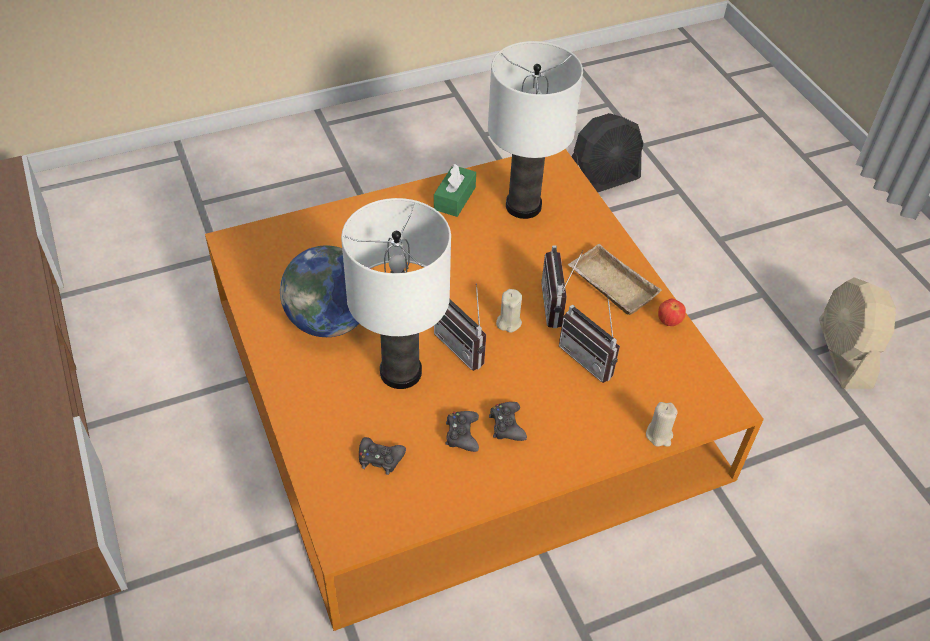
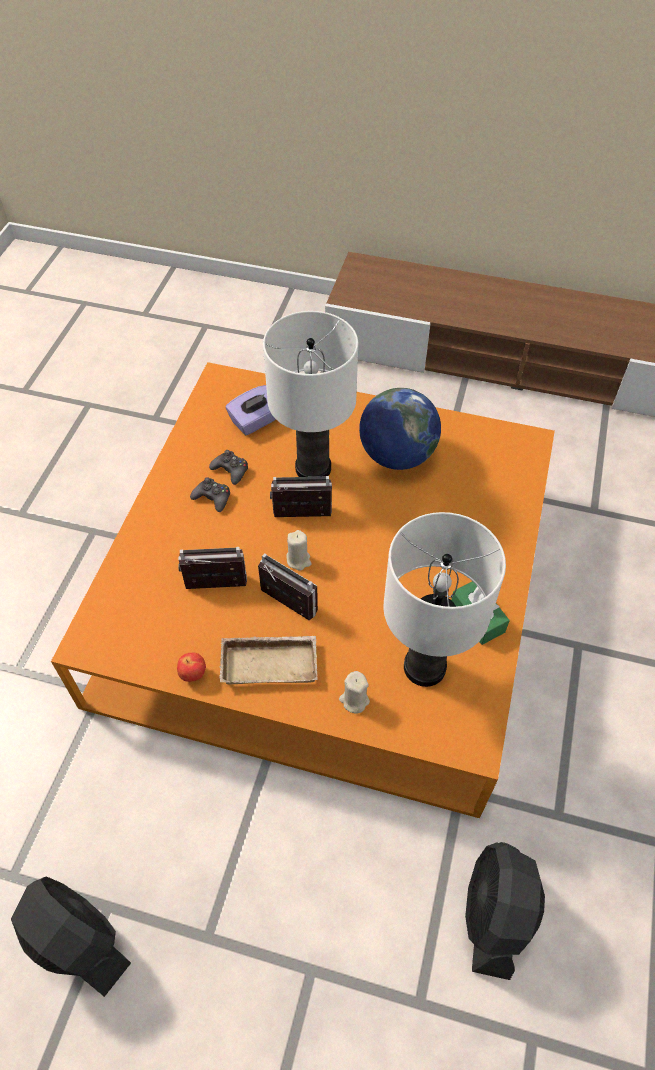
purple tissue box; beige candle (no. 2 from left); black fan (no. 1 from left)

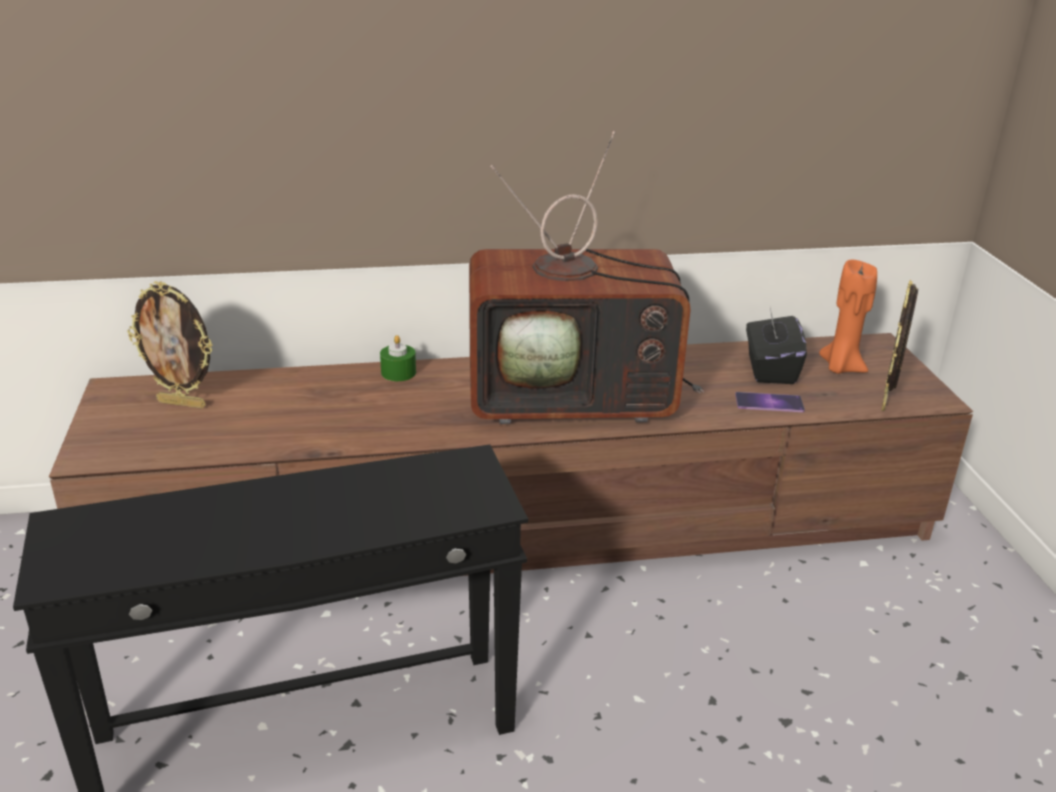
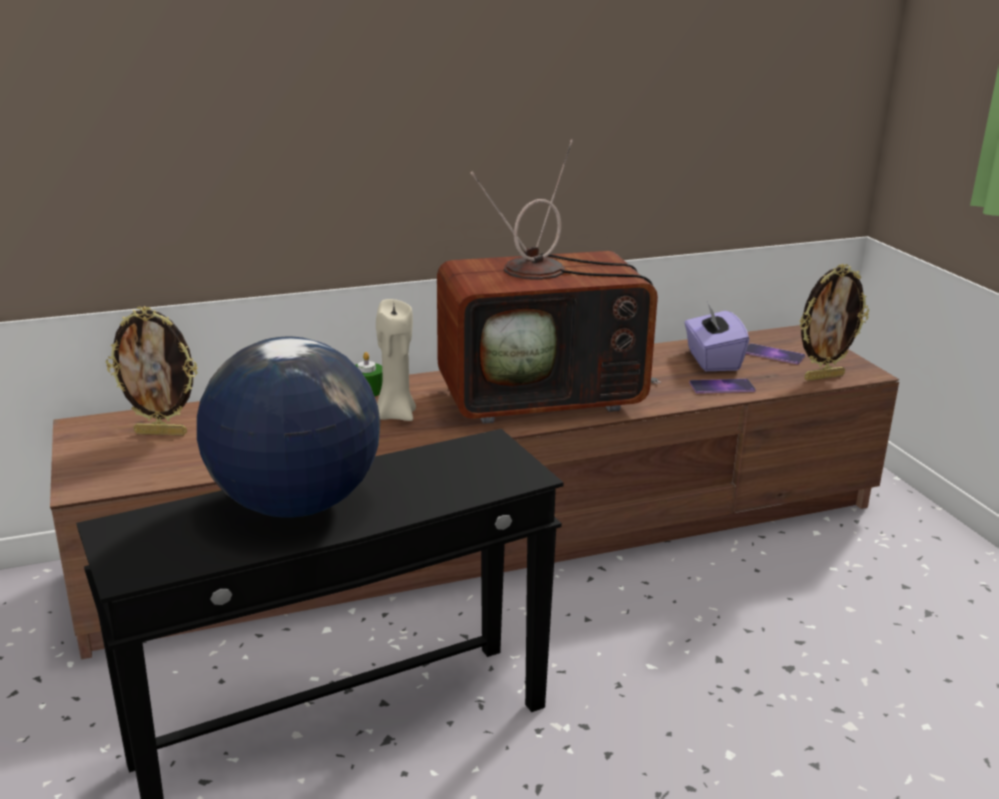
purple tissue box; phone (no. 2 from left); picture frame (no. 2 from left); globe; beige candle

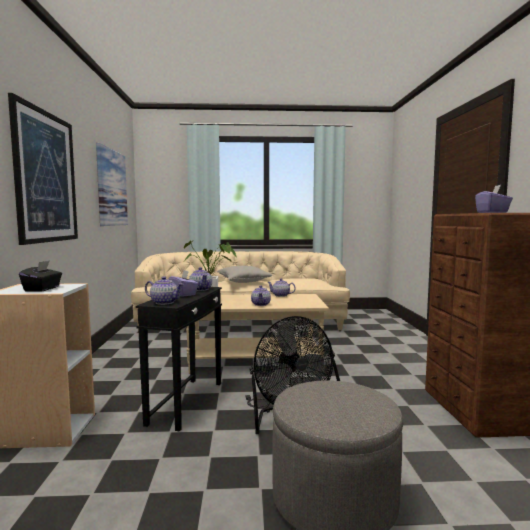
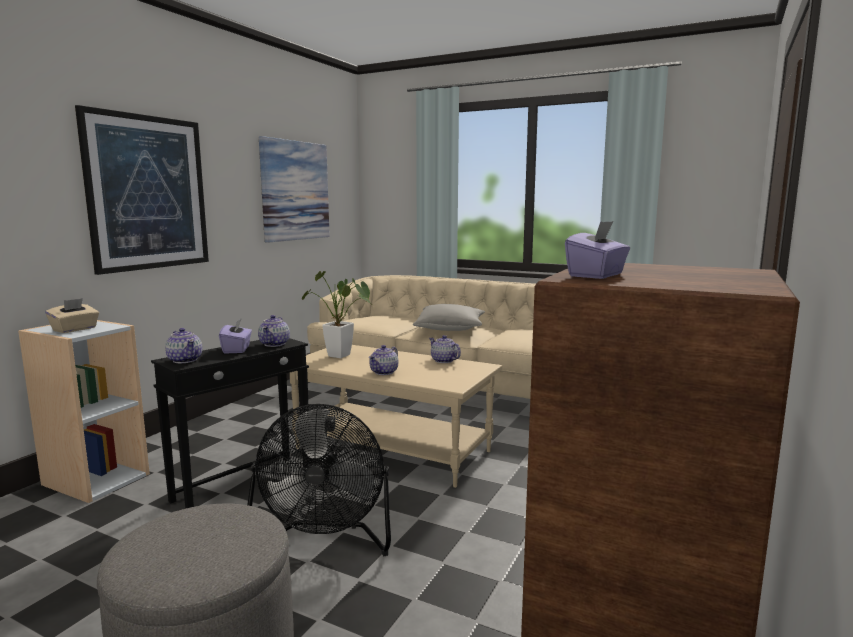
beige tissue box

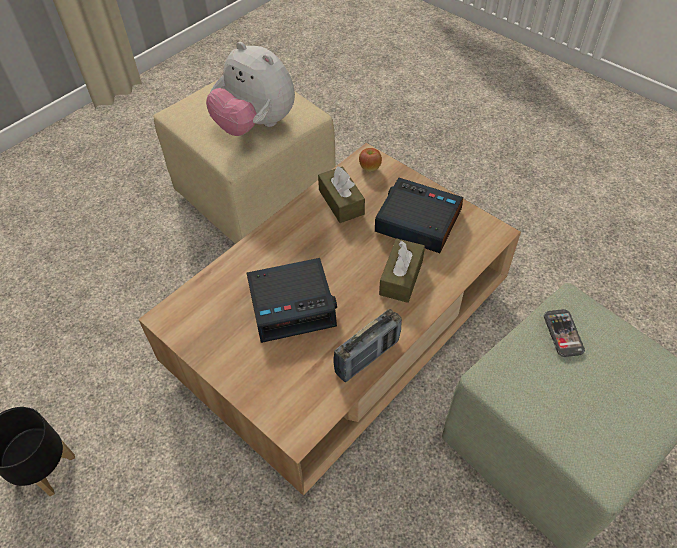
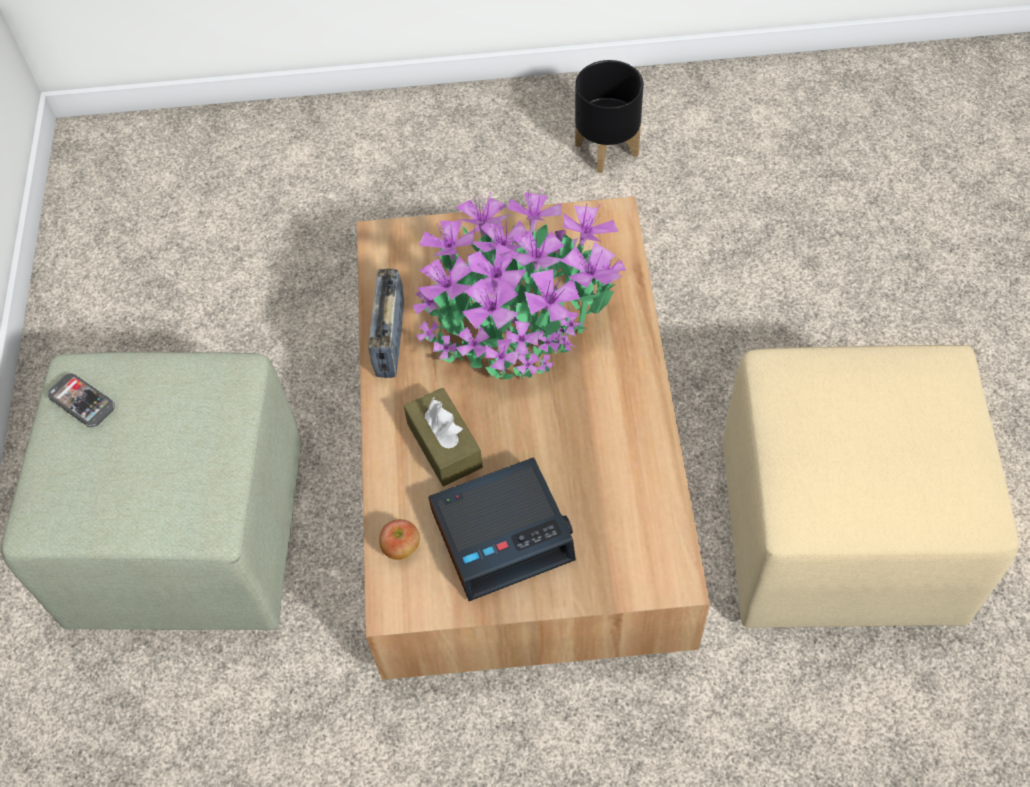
plush toy; potted plant; brown tissue box (no. 1 from left in the first image); apple; phone

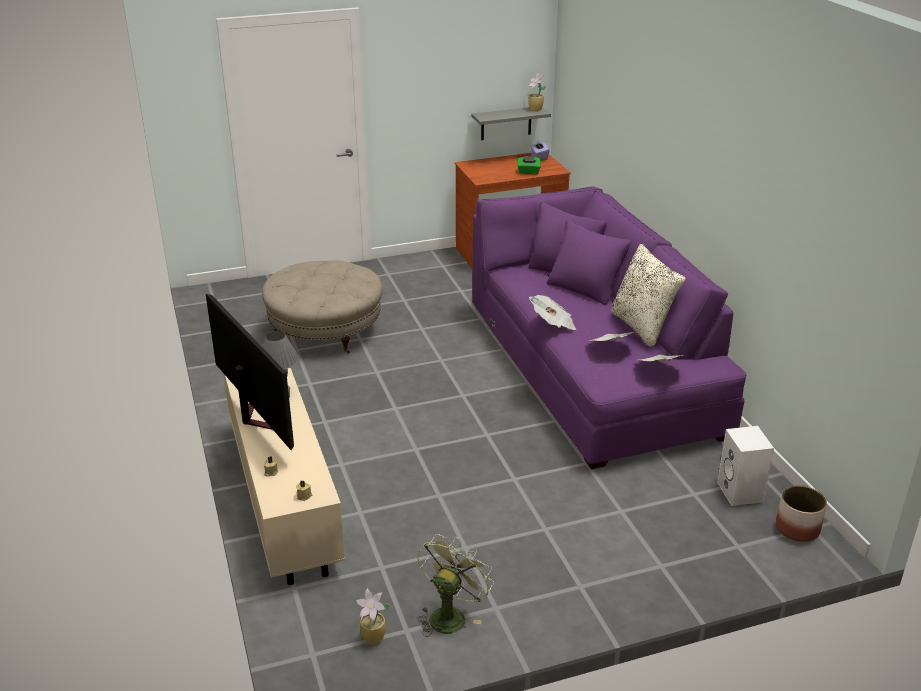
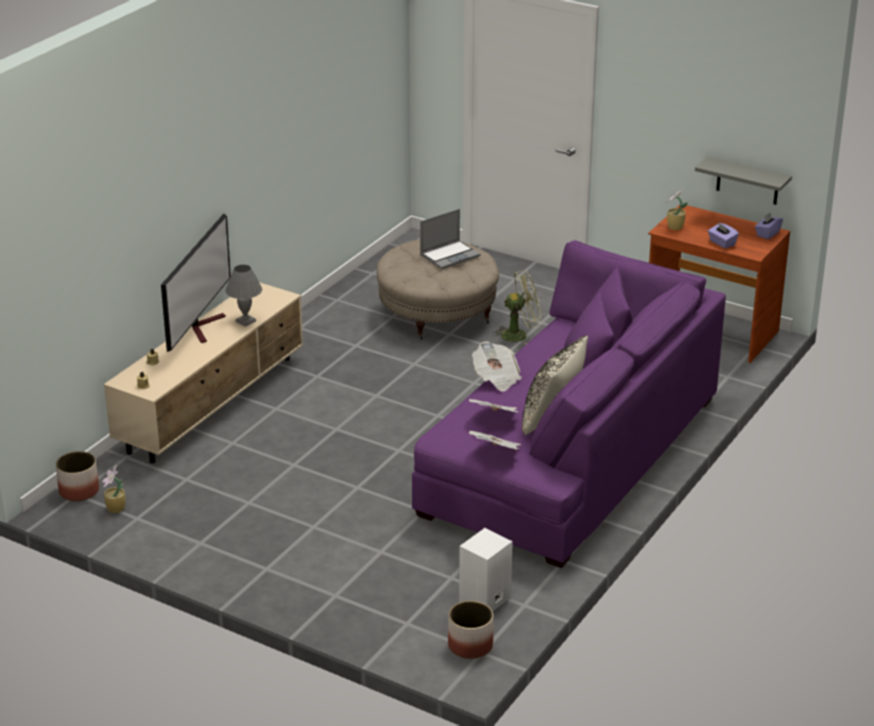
green fan; purple tissue box (no. 1 from left); potted plant (no. 2 from left); planter (no. 1 from left); laptop

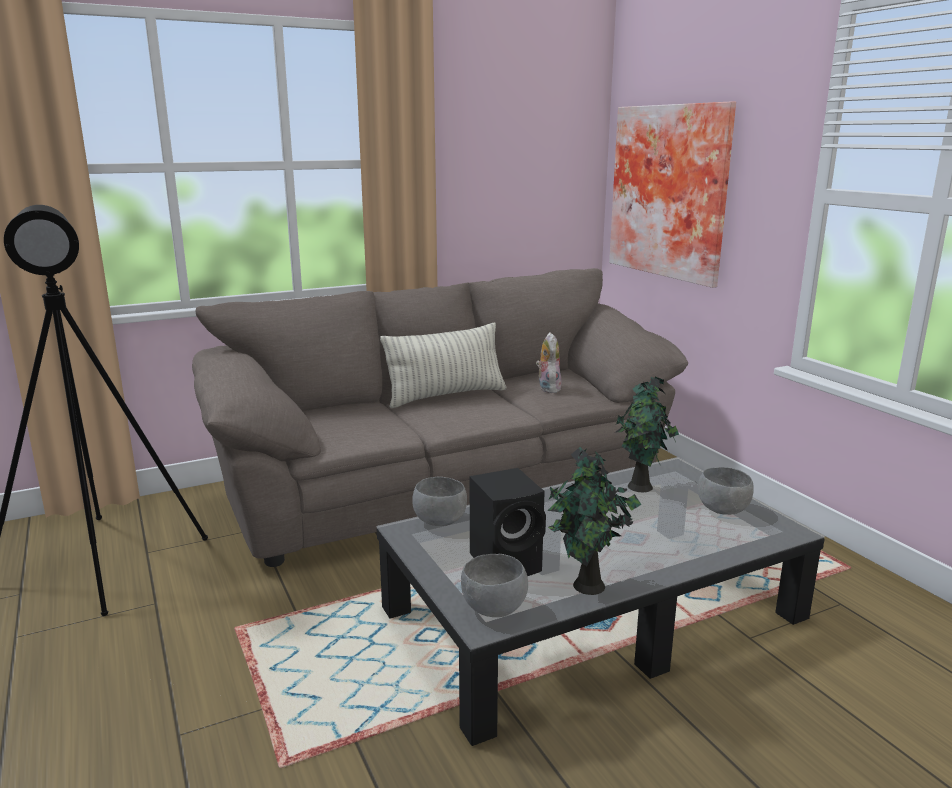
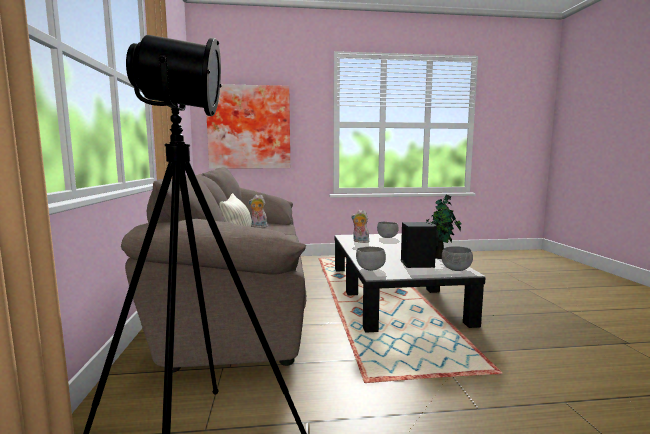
plush toy (no. 2 from left)

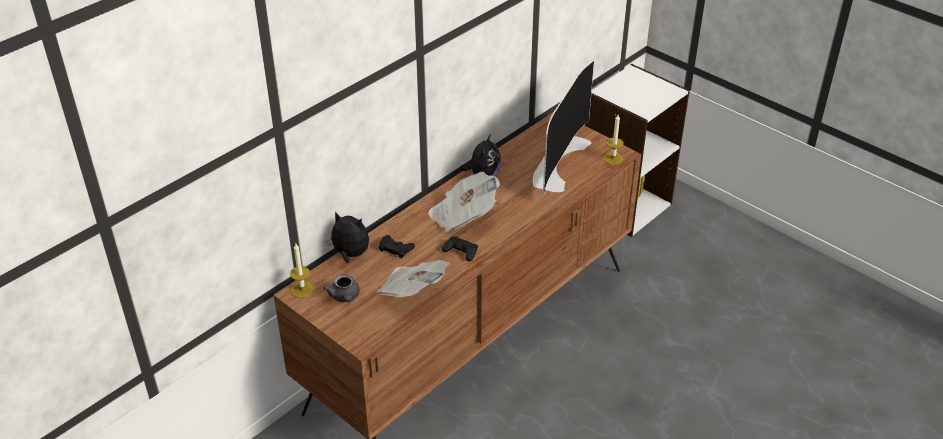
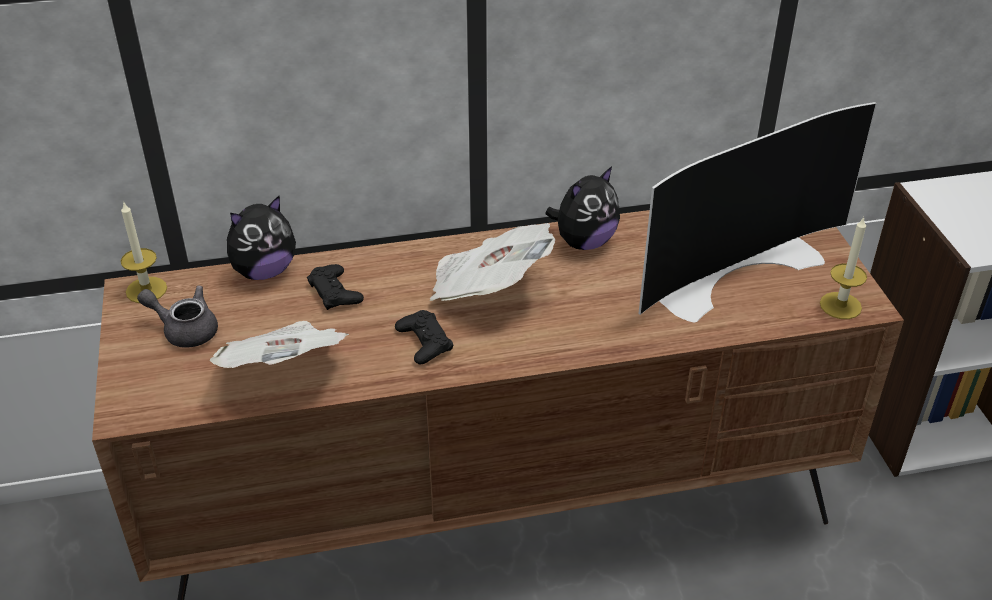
grey teapot; plush toy (no. 1 from left)

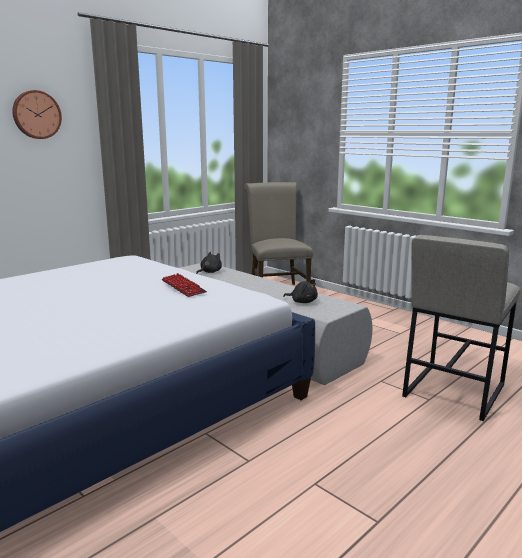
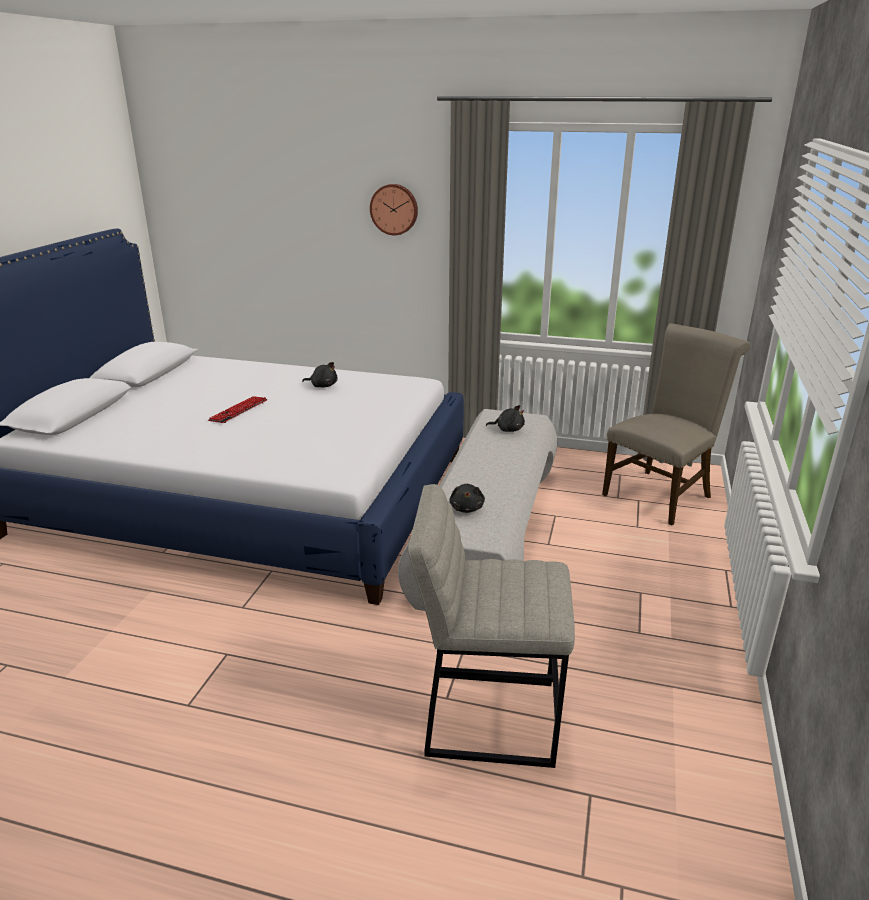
keyboard; black plush toy (no. 1 from left)

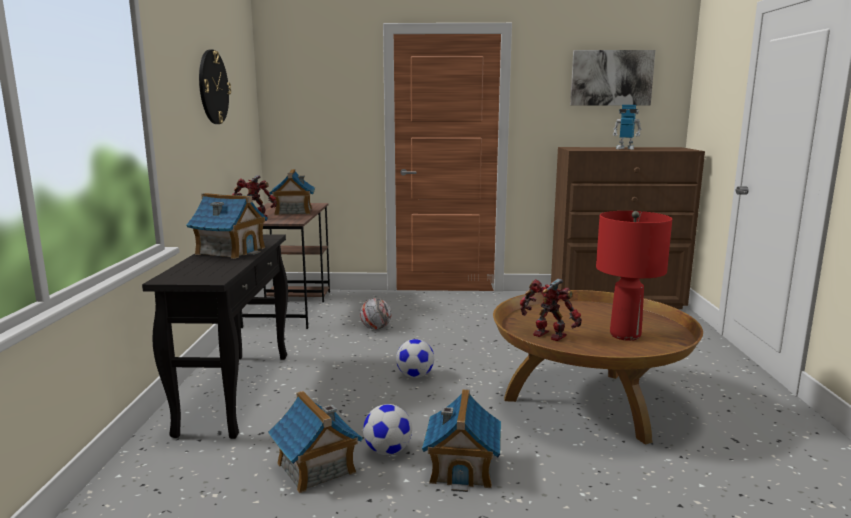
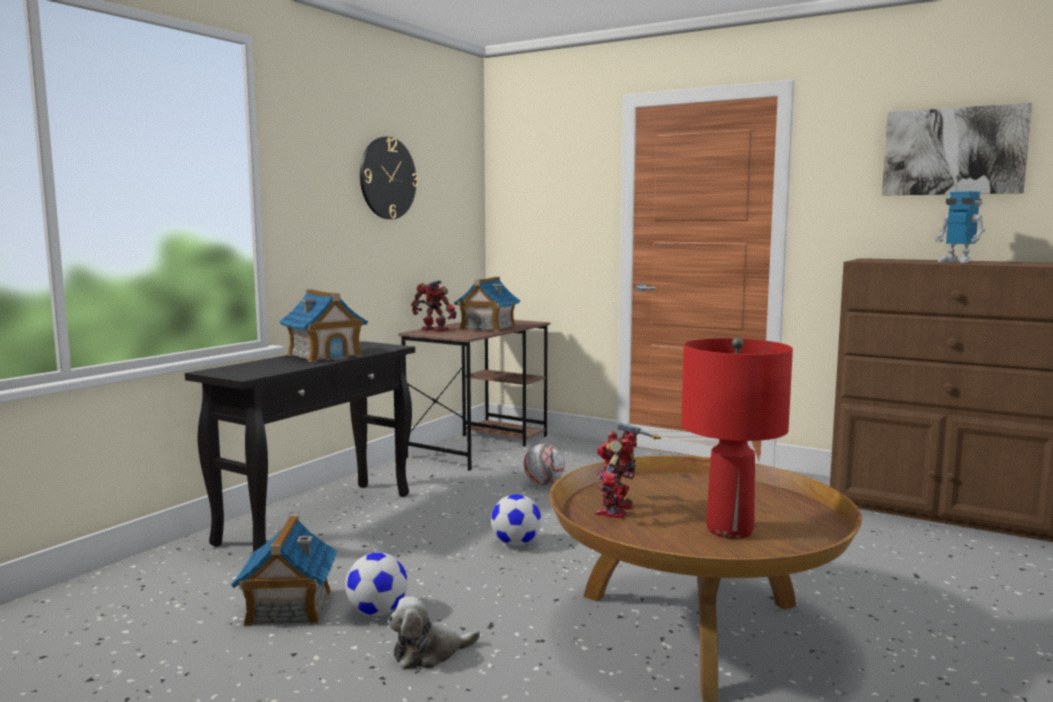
plush toy; toy robot (no. 2 from left)

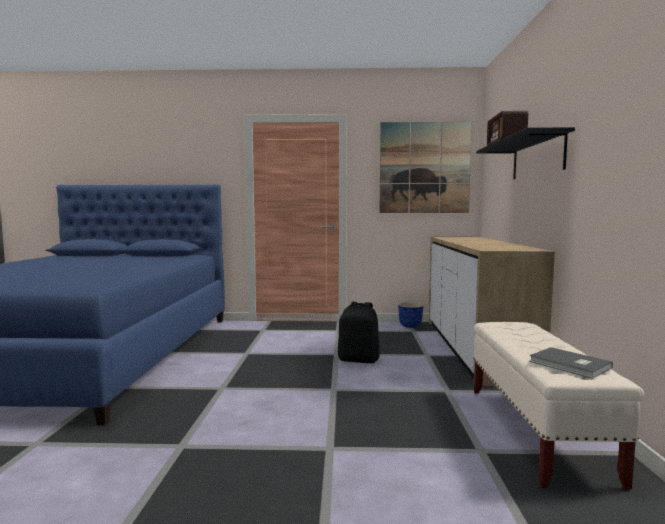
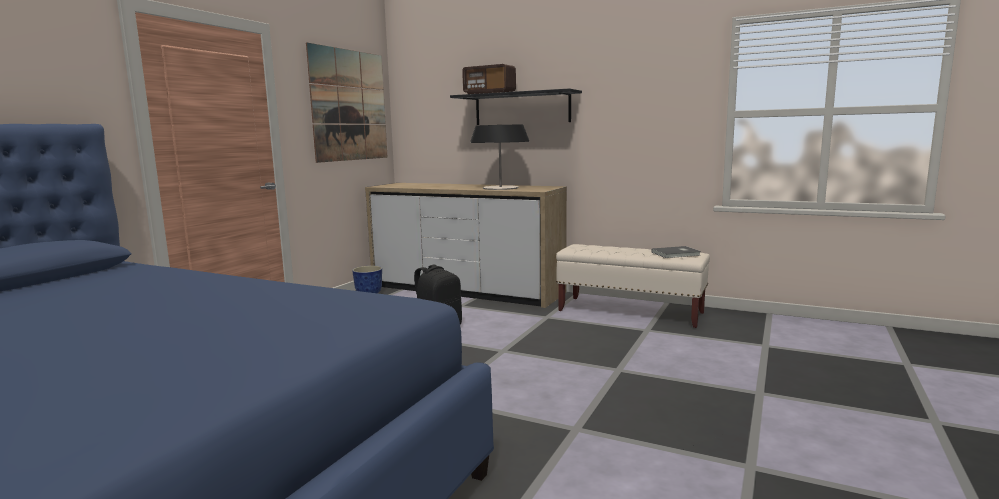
table lamp

